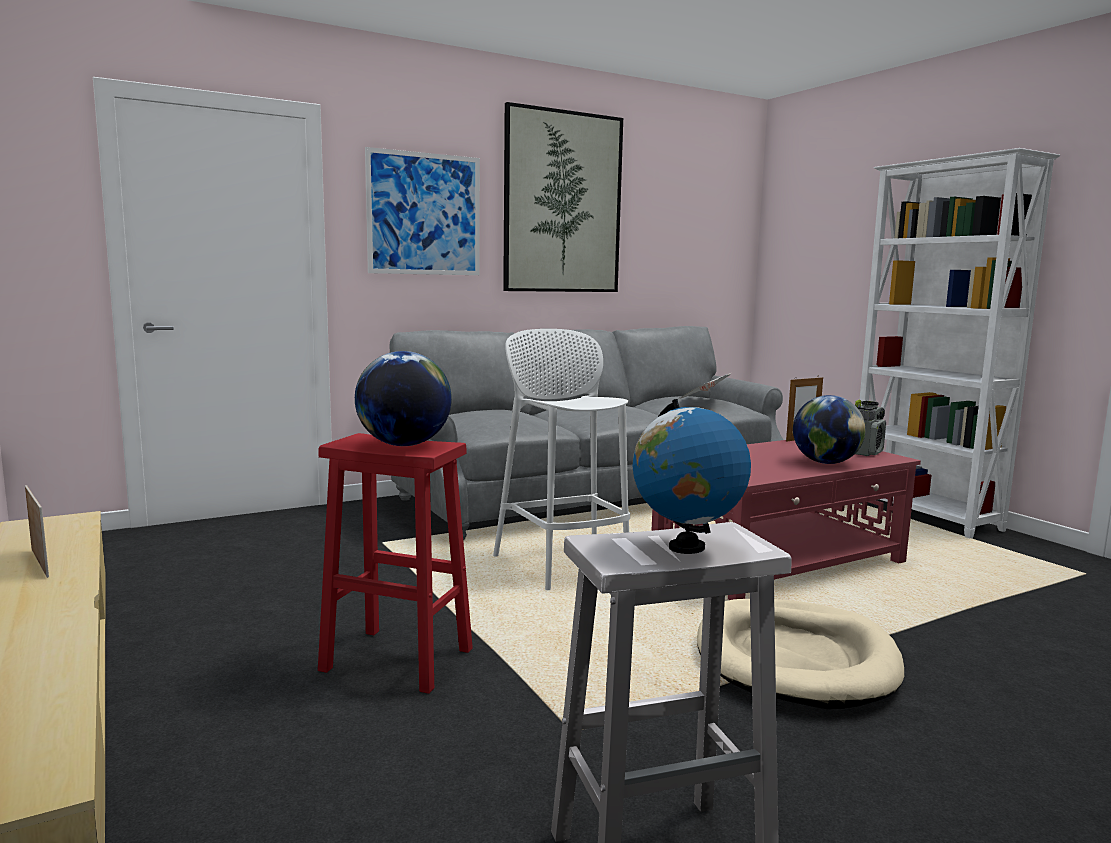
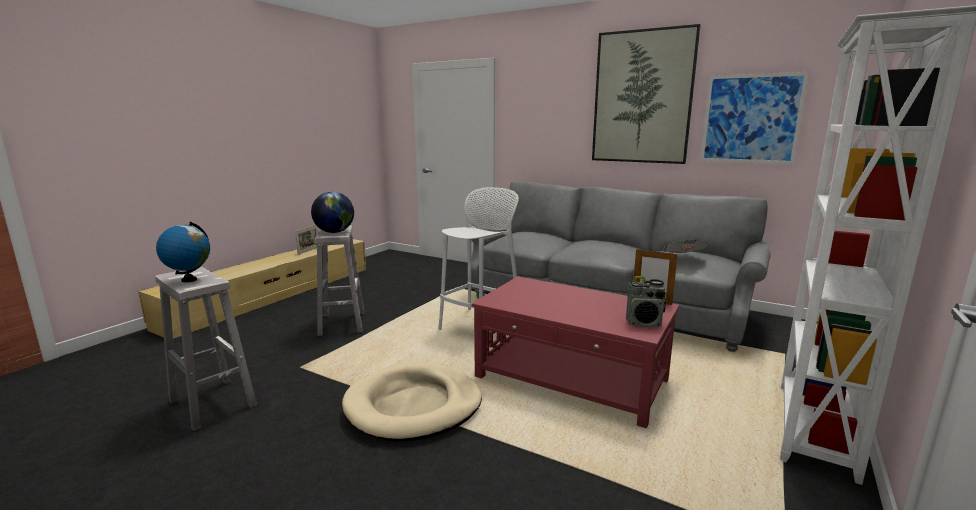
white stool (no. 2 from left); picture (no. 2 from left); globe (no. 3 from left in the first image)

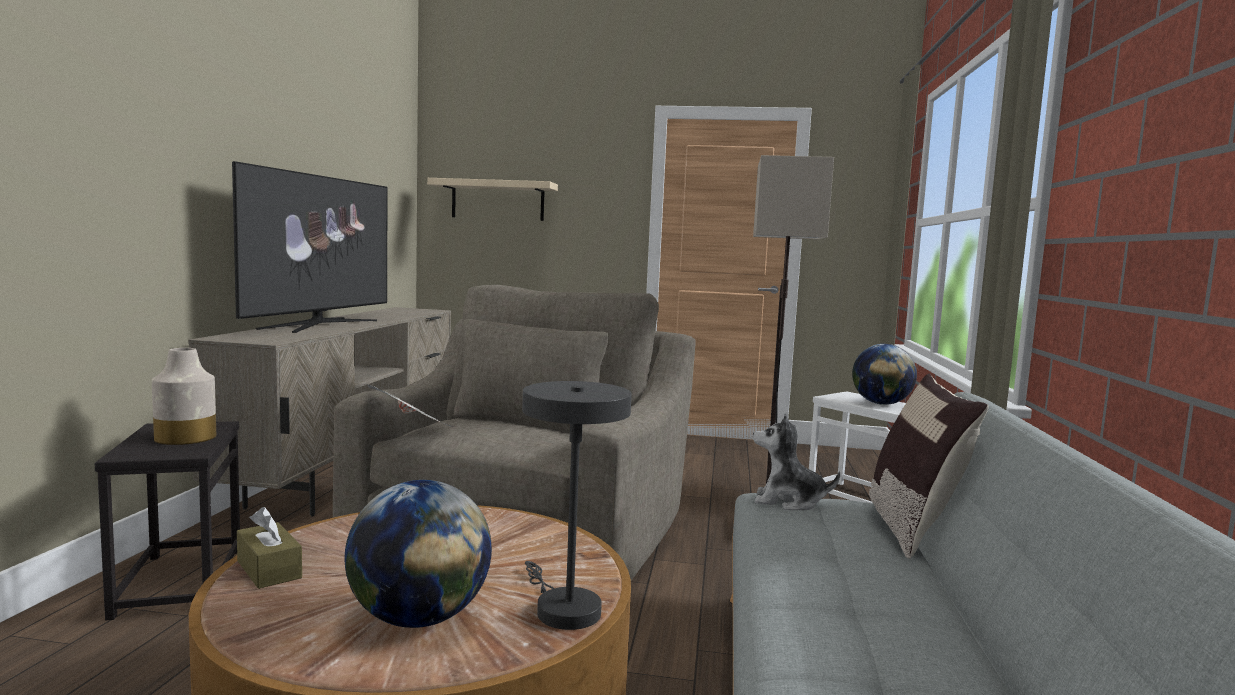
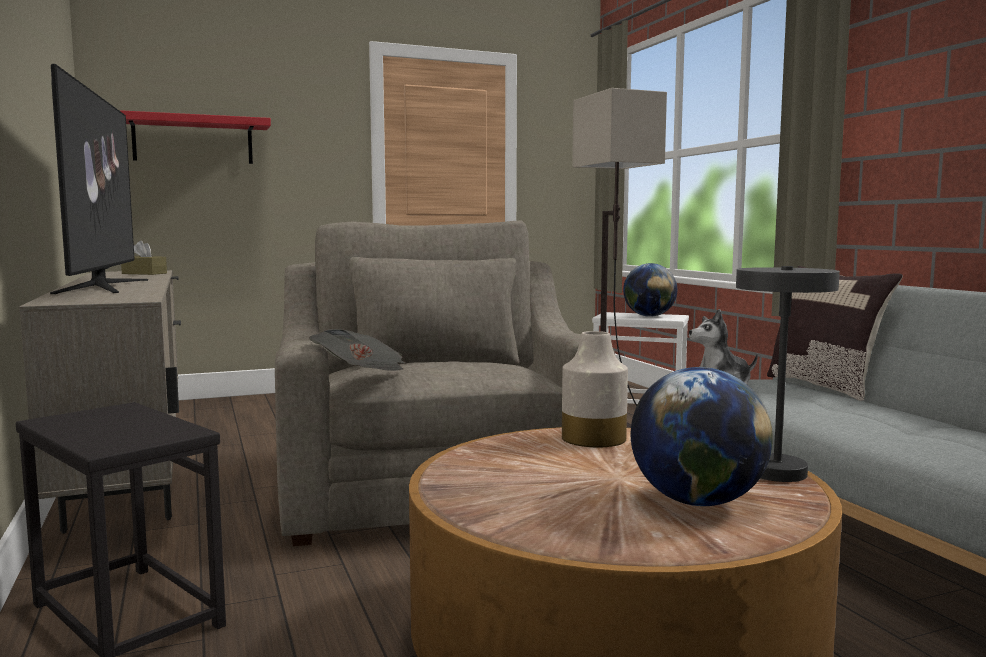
beige vase; brown tissue box; red shelf

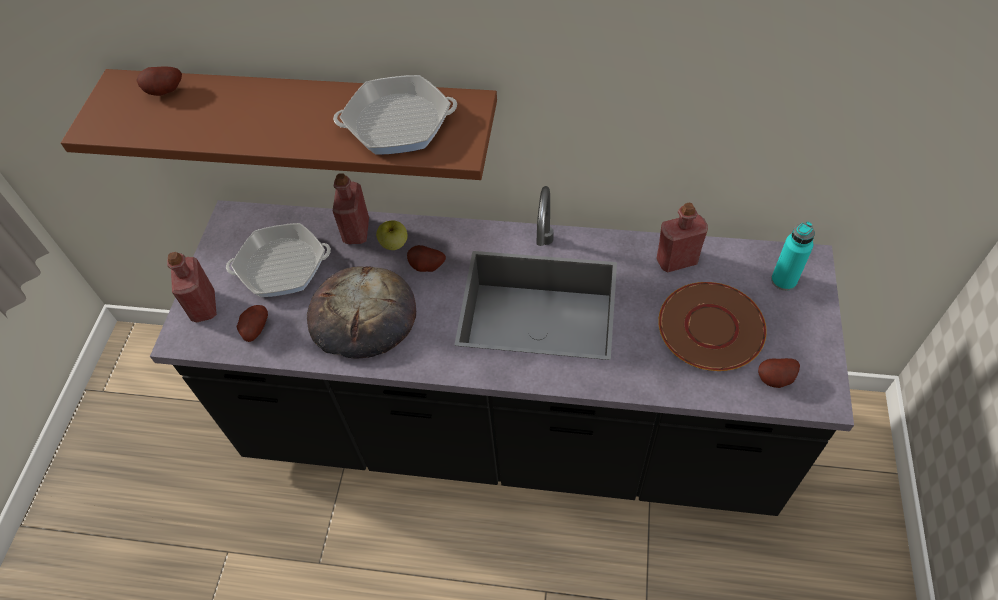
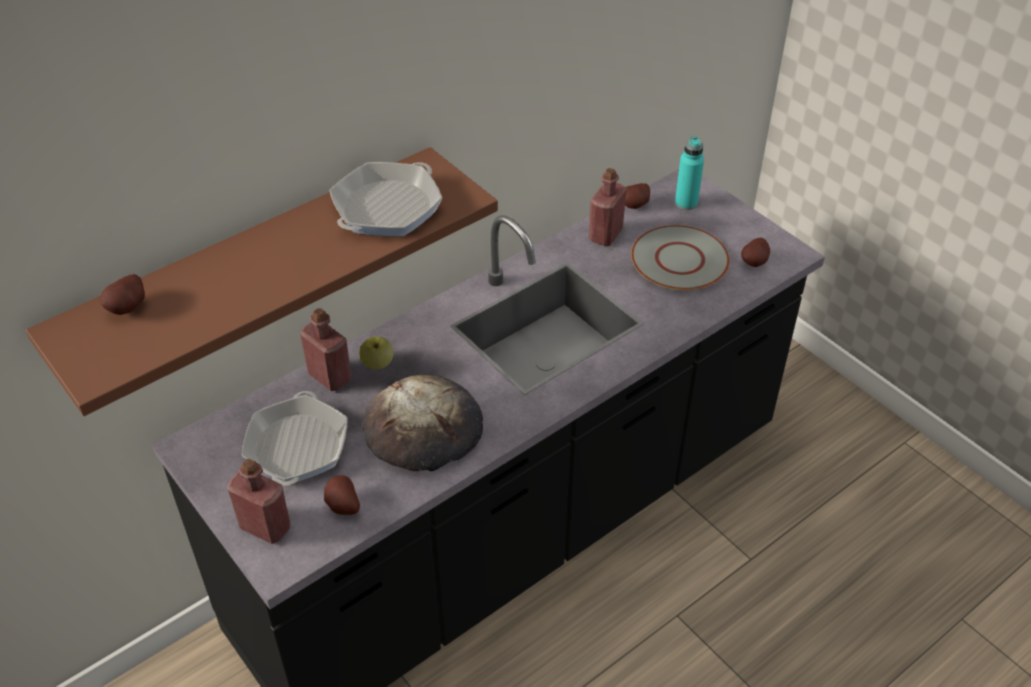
frying pan (no. 1 from left); potato (no. 3 from left); grey plate

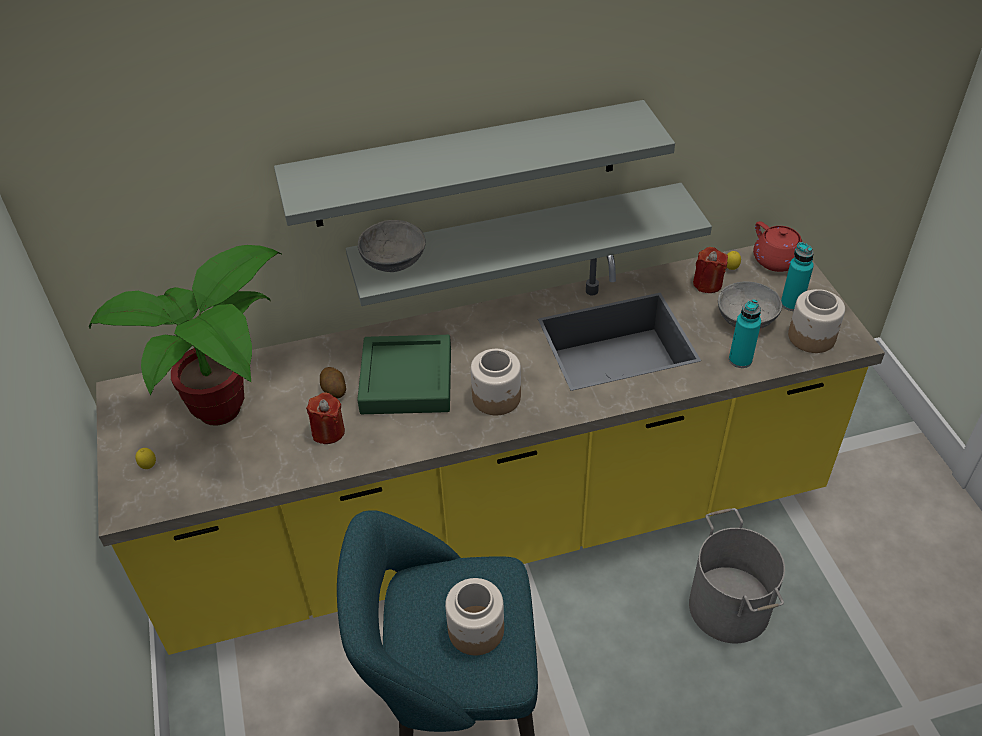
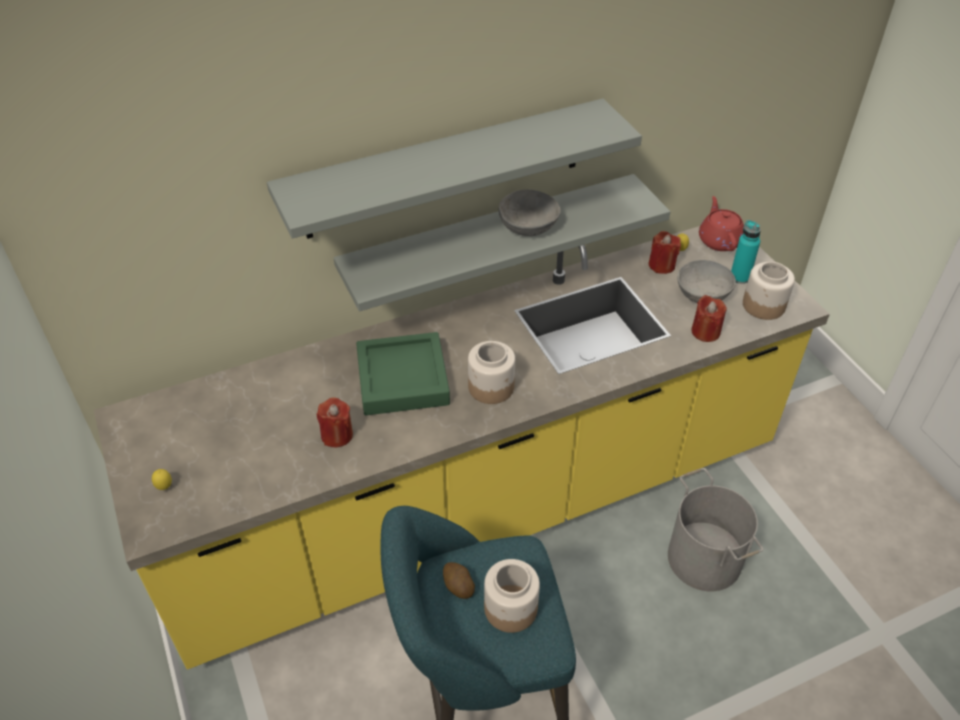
potted plant; potato; grey bowl (no. 1 from left); red candle (no. 3 from left); red teapot

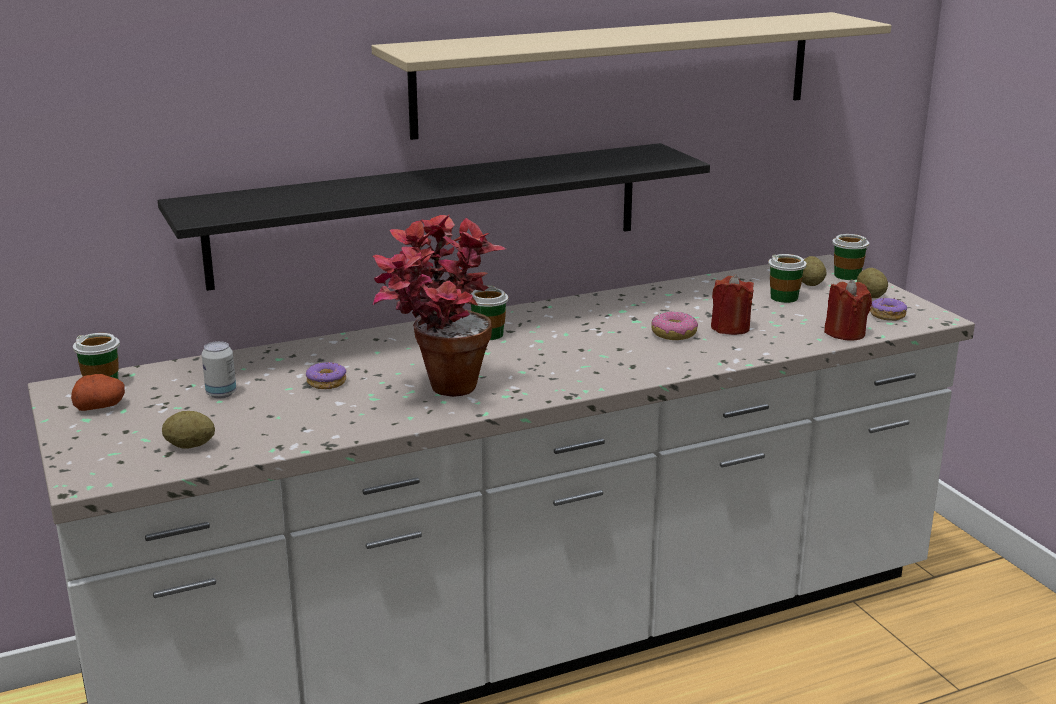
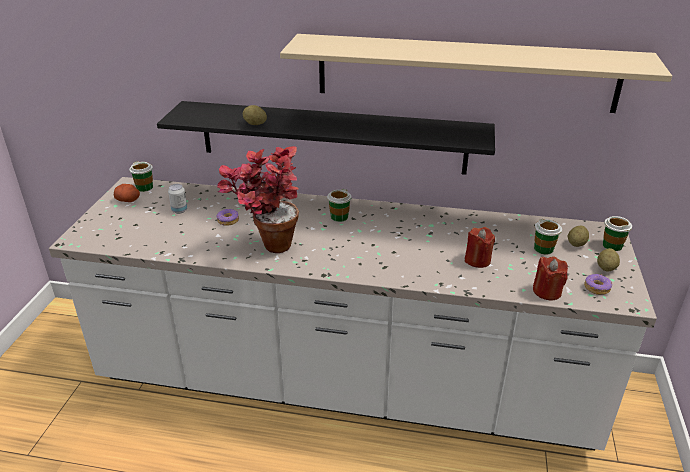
potato (no. 2 from left); donut (no. 2 from left in the first image)

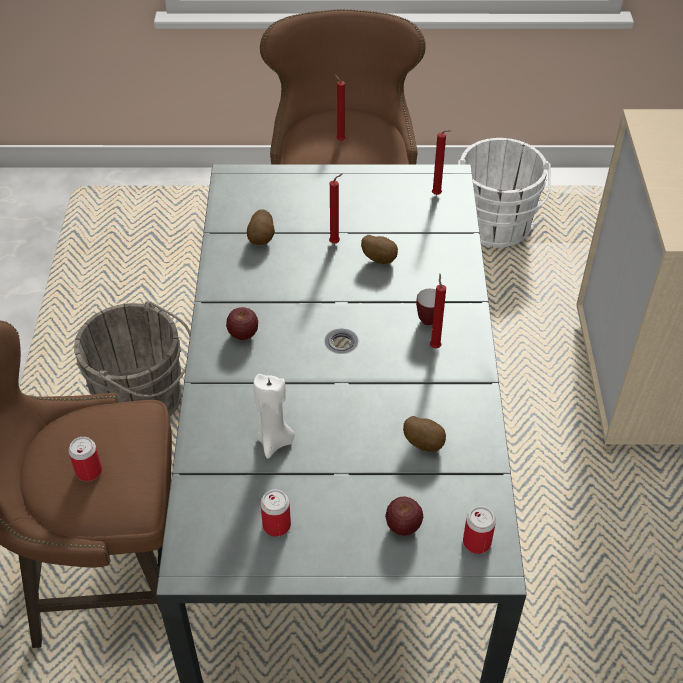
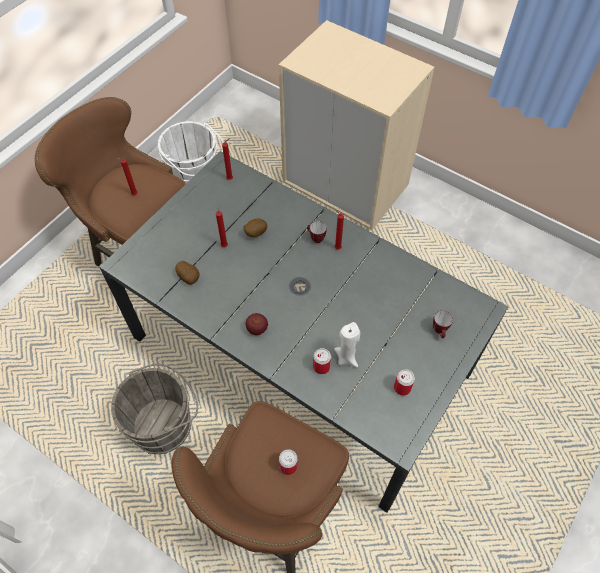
mug (no. 2 from left); potato (no. 3 from left in the first image); can (no. 2 from left)

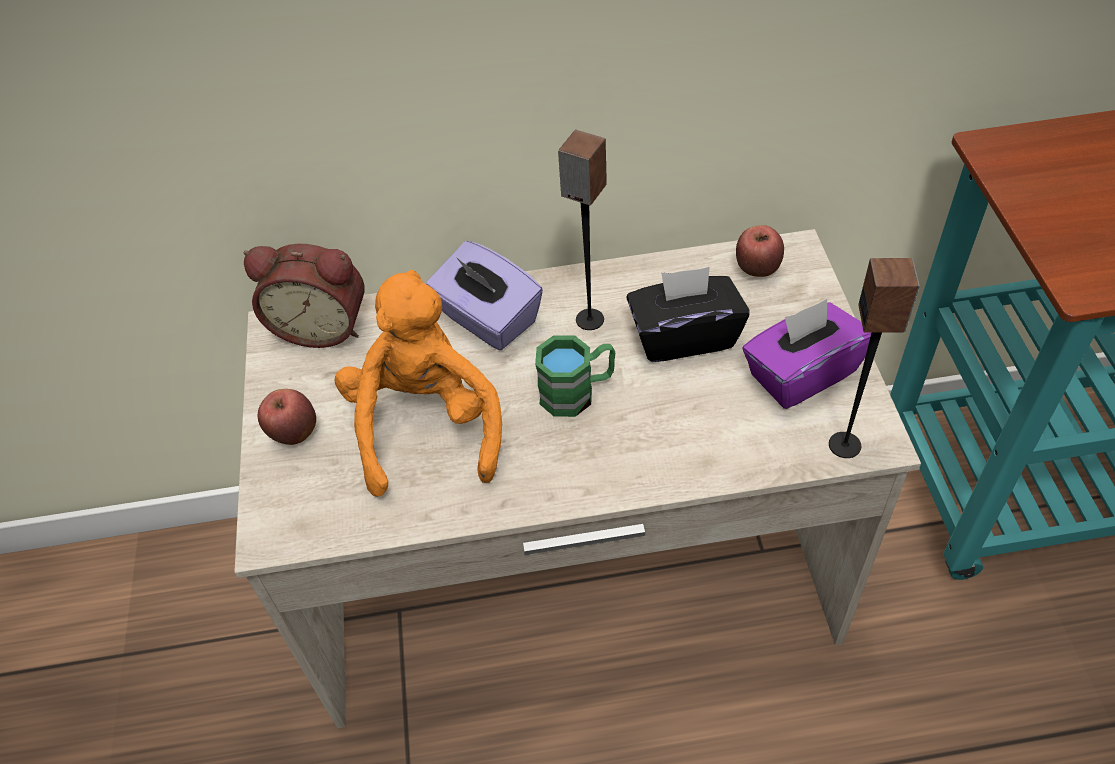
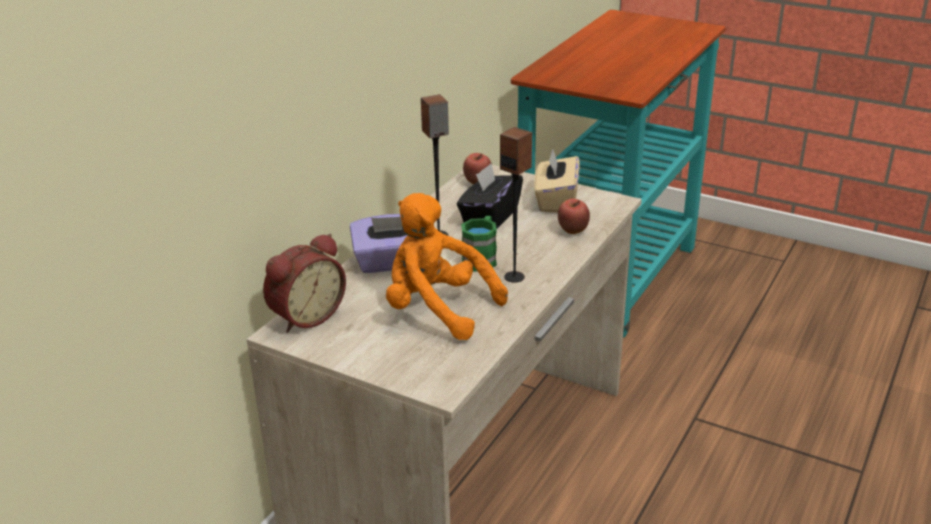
apple (no. 2 from left); beige tissue box; speaker (no. 2 from left)

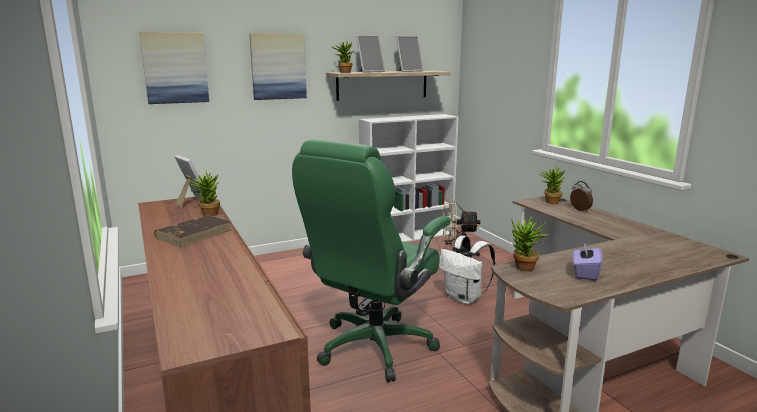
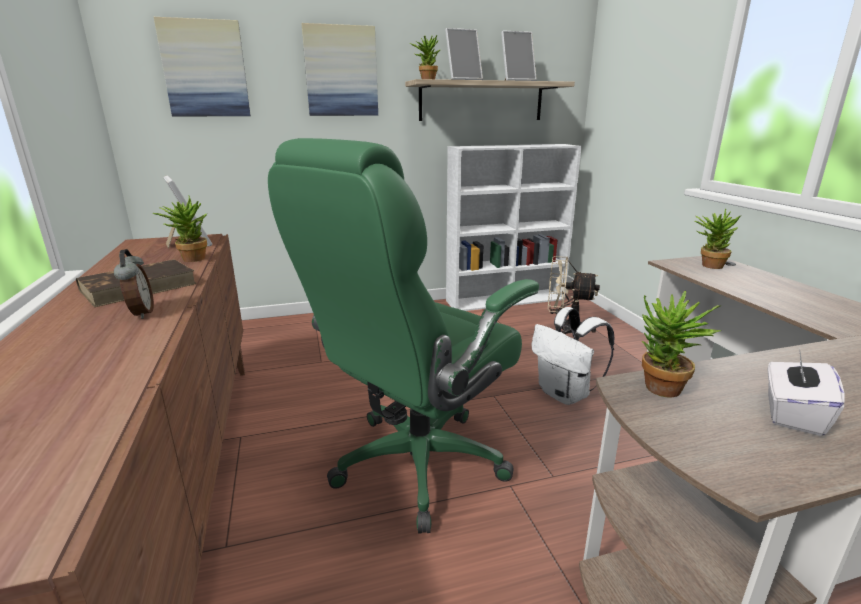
alarm clock; white tissue box

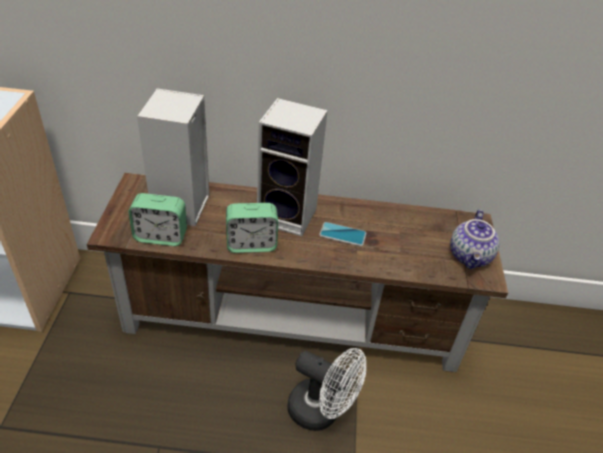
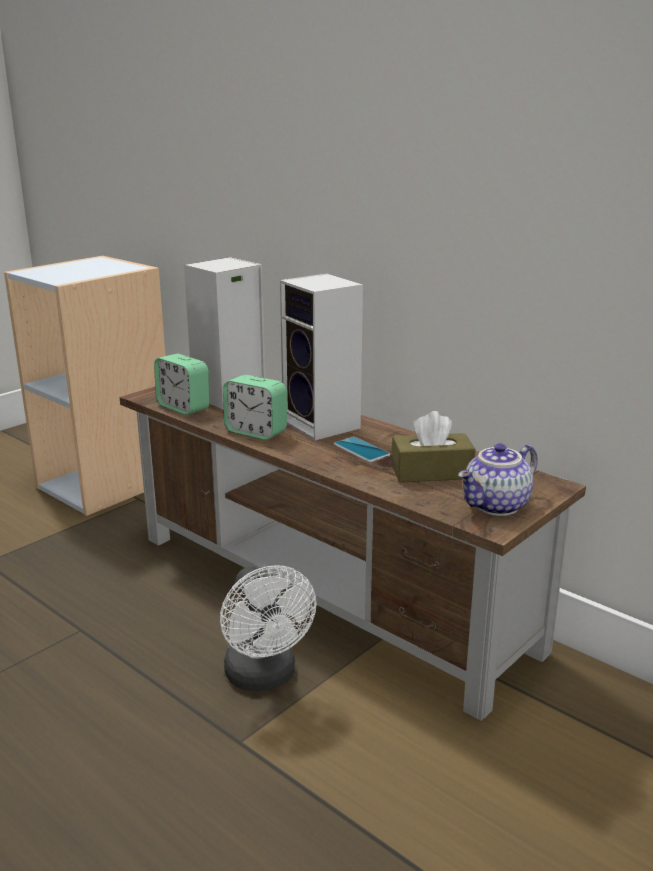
brown tissue box

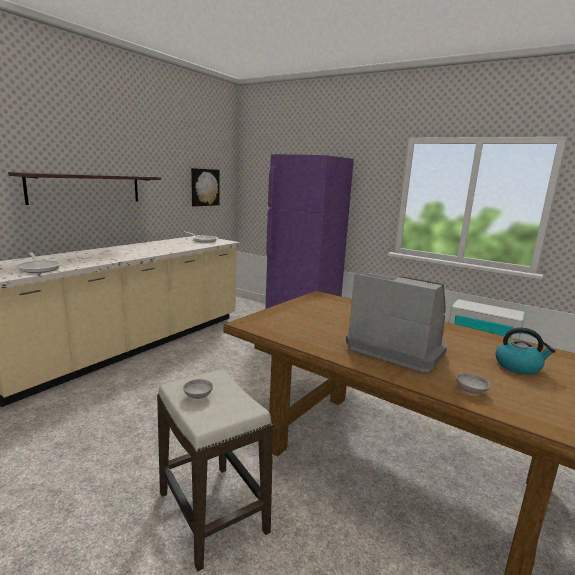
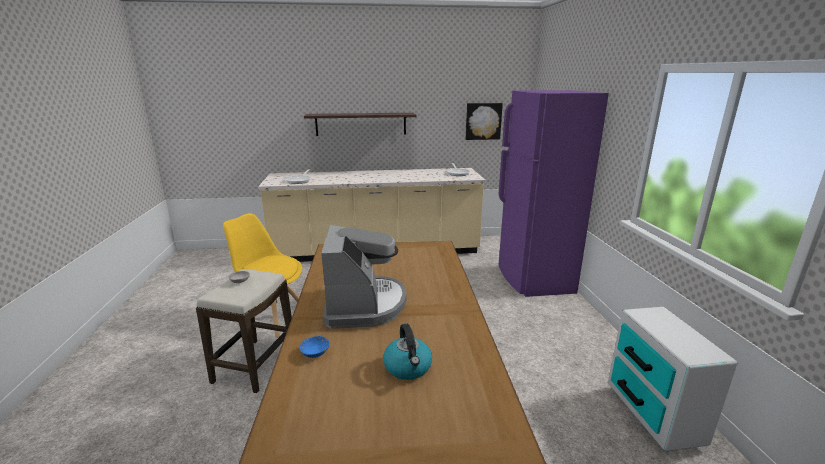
blue bowl; yellow chair

